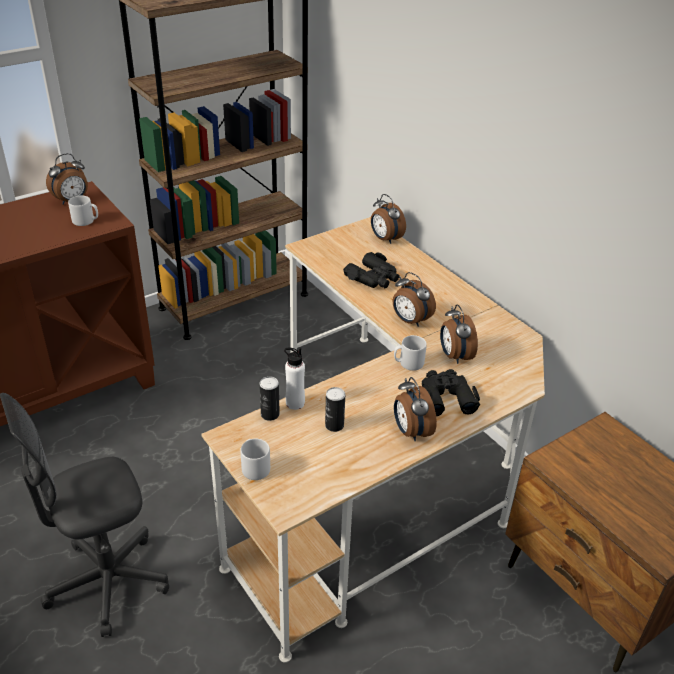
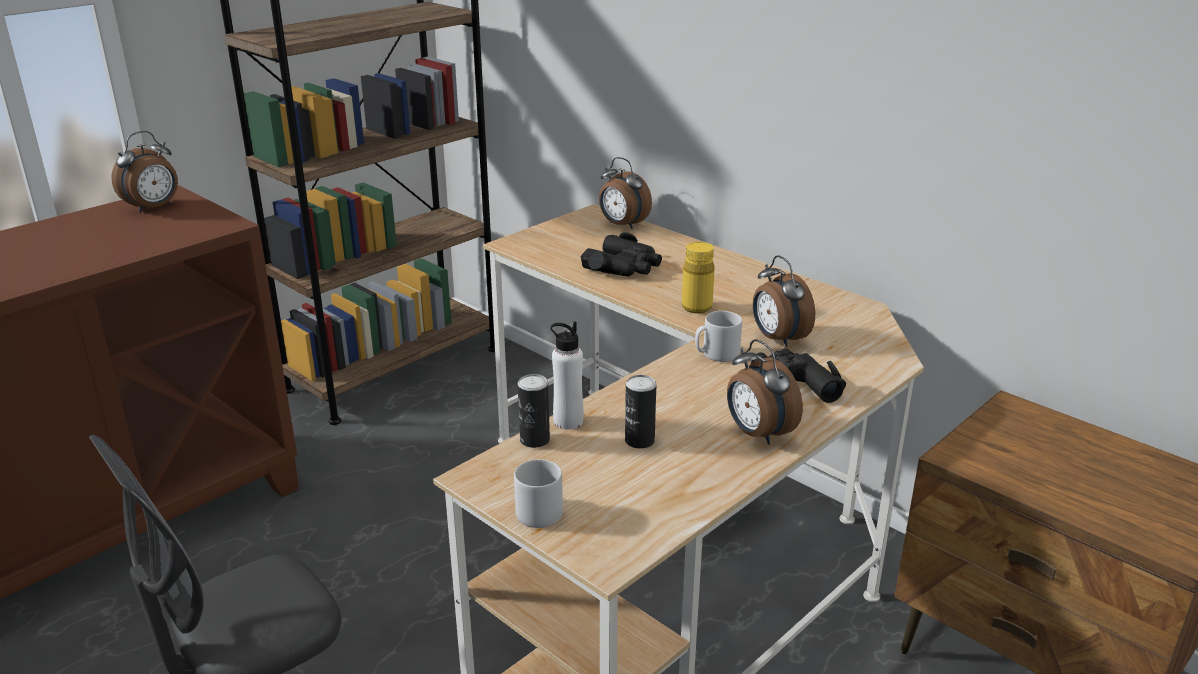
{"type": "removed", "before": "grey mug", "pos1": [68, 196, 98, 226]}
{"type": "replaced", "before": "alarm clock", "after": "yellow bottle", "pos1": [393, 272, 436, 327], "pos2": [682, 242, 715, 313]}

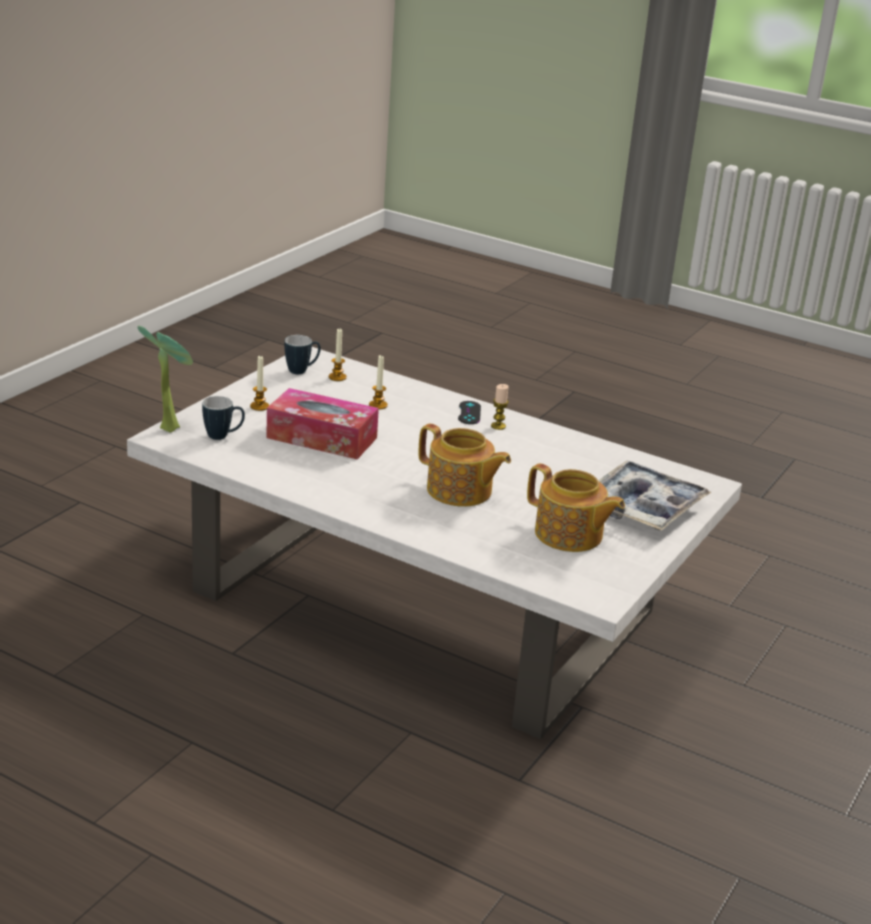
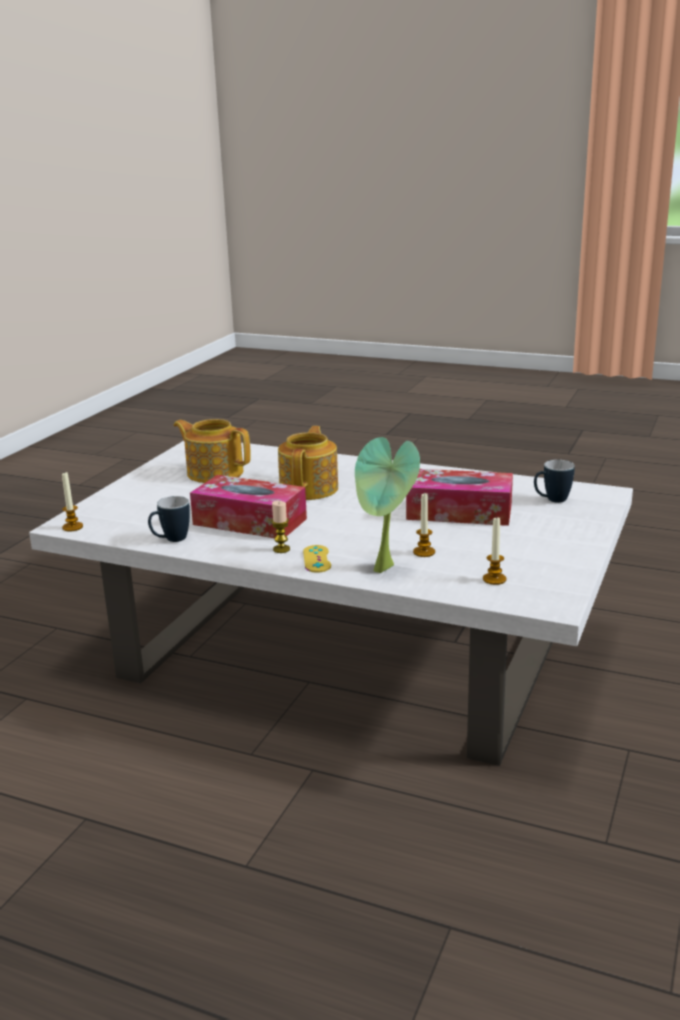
{"type": "moved", "before": "potted plant", "pos1": [137, 326, 193, 432], "pos2": [355, 437, 420, 573]}
{"type": "moved", "before": "mug", "pos1": [284, 335, 321, 374], "pos2": [148, 496, 190, 542]}
{"type": "moved", "before": "candle", "pos1": [250, 355, 269, 411], "pos2": [62, 471, 83, 532]}
{"type": "recoloured", "before": "black game controller", "after": "yellow game controller", "pos1": [458, 401, 481, 424], "pos2": [303, 545, 331, 573]}
{"type": "turned", "before": "teapot", "pos1": [418, 423, 511, 507], "pos2": [278, 426, 338, 500], "turn": 75}
{"type": "removed", "before": "tray", "pos1": [598, 461, 711, 530]}
{"type": "added", "after": "tissue box", "pos2": [190, 475, 307, 538]}

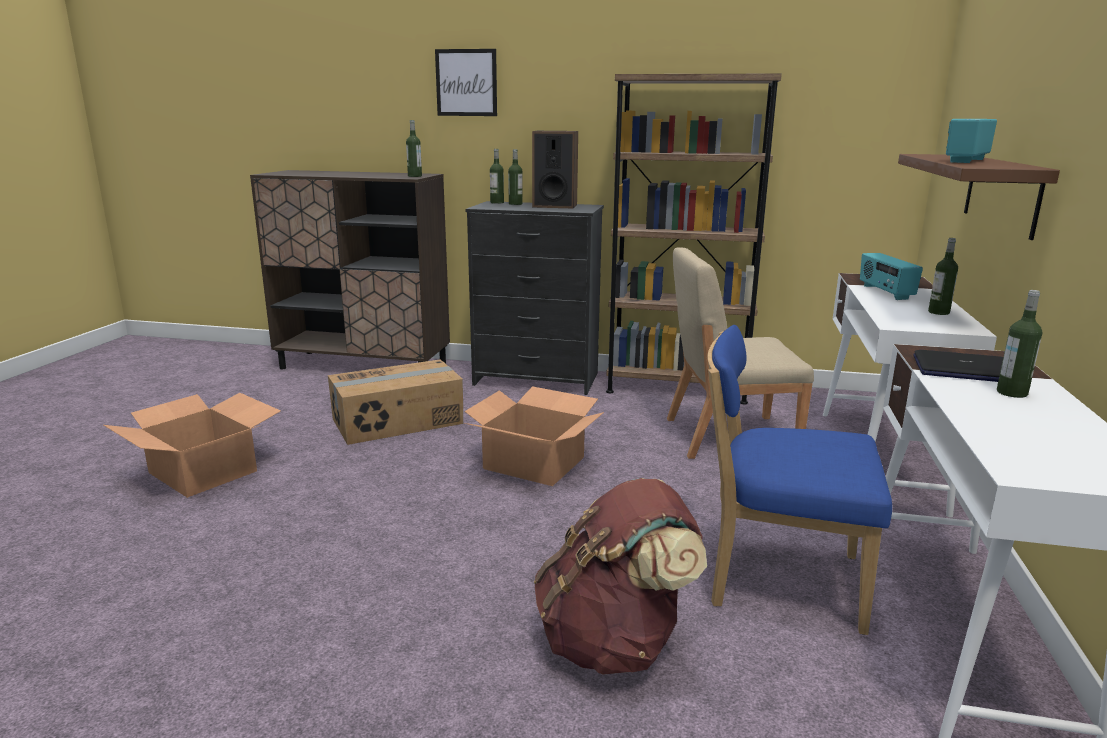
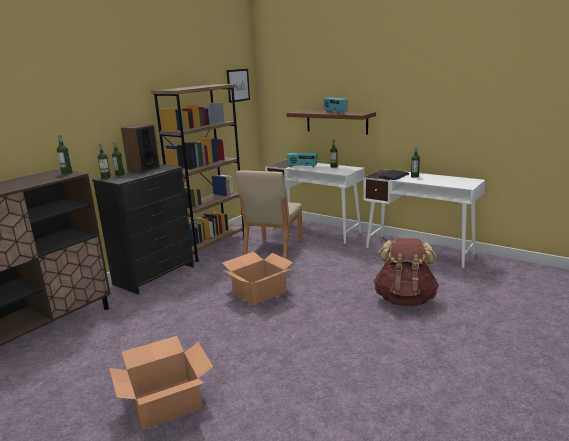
{"type": "moved", "before": "picture", "pos1": [435, 49, 497, 116], "pos2": [227, 69, 250, 103]}
{"type": "removed", "before": "blue chair", "pos1": [708, 325, 892, 635]}
{"type": "removed", "before": "cardboard box", "pos1": [328, 359, 463, 445]}

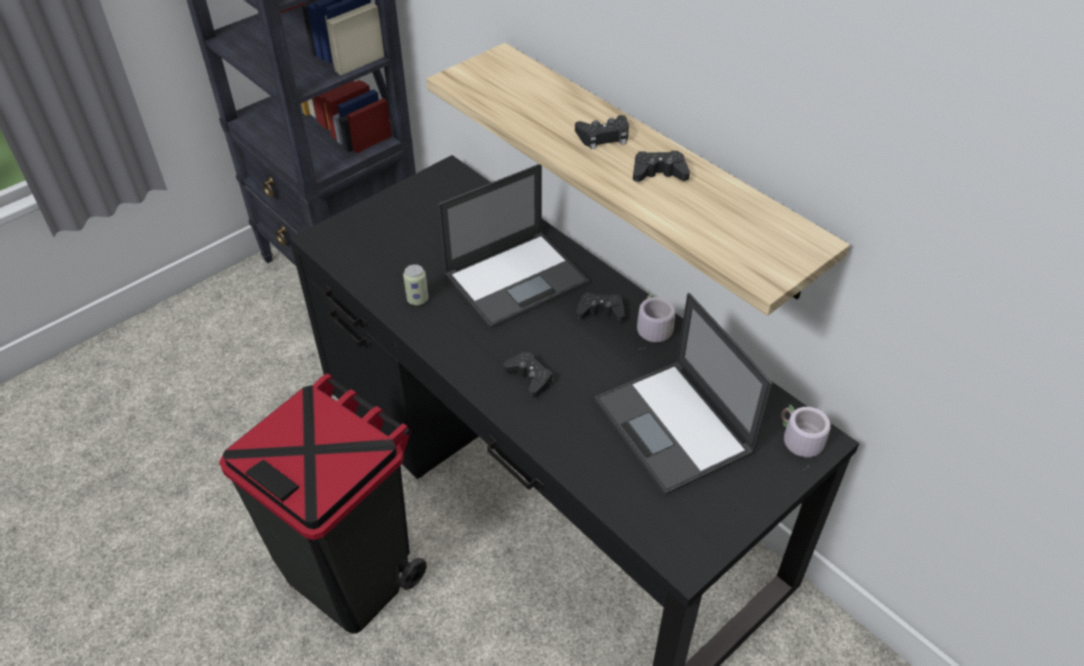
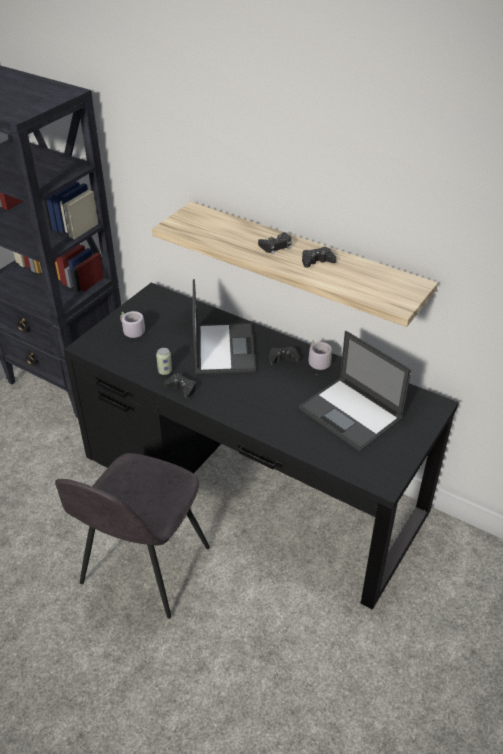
{"type": "turned", "before": "laptop", "pos1": [438, 164, 589, 329], "pos2": [193, 279, 256, 374], "turn": -45}
{"type": "moved", "before": "black game controller", "pos1": [503, 352, 553, 398], "pos2": [164, 373, 196, 398]}
{"type": "replaced", "before": "black trash can", "after": "grey chair", "pos1": [219, 373, 427, 634], "pos2": [55, 453, 210, 619]}
{"type": "moved", "before": "grey mug", "pos1": [781, 404, 831, 471], "pos2": [120, 311, 145, 338]}

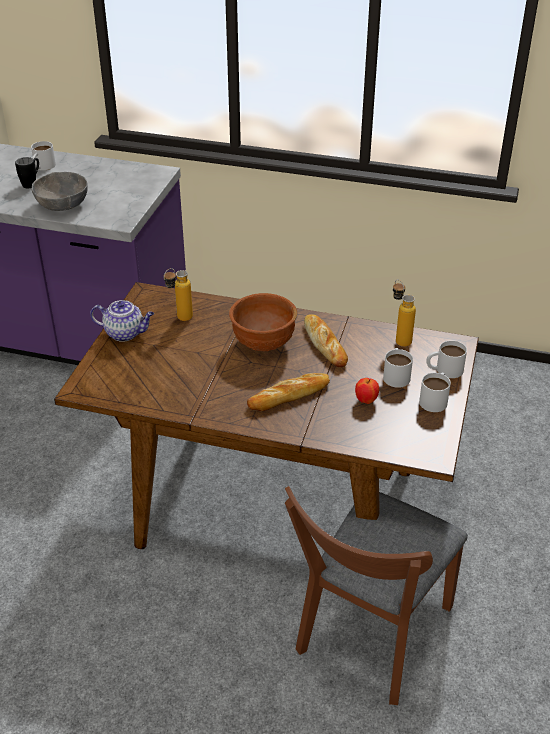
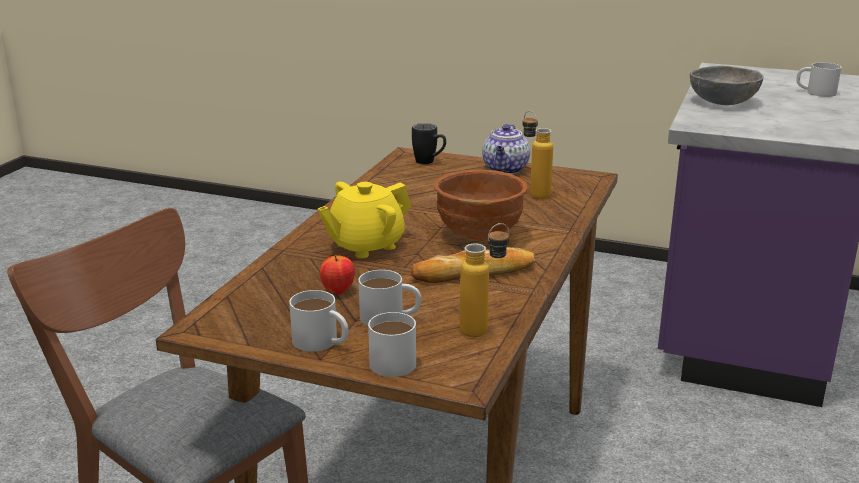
{"type": "moved", "before": "black mug", "pos1": [15, 157, 39, 189], "pos2": [412, 123, 446, 164]}
{"type": "replaced", "before": "bread", "after": "yellow teapot", "pos1": [247, 373, 330, 411], "pos2": [317, 182, 411, 258]}

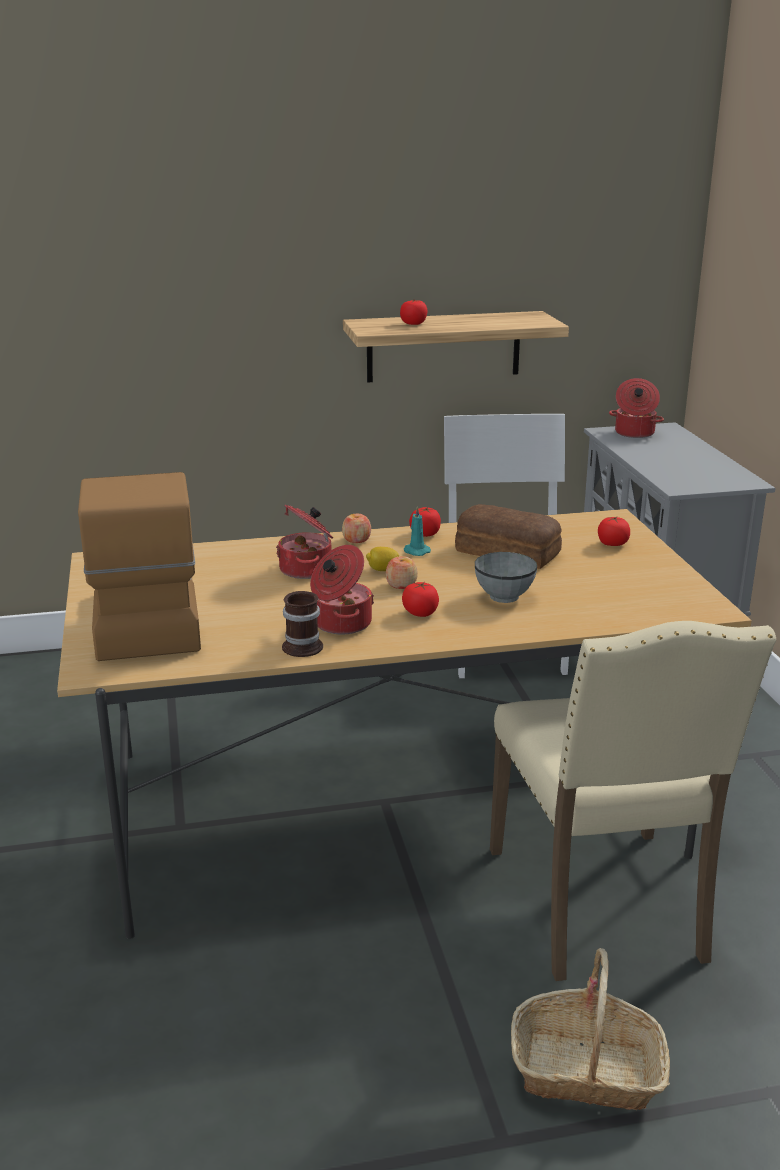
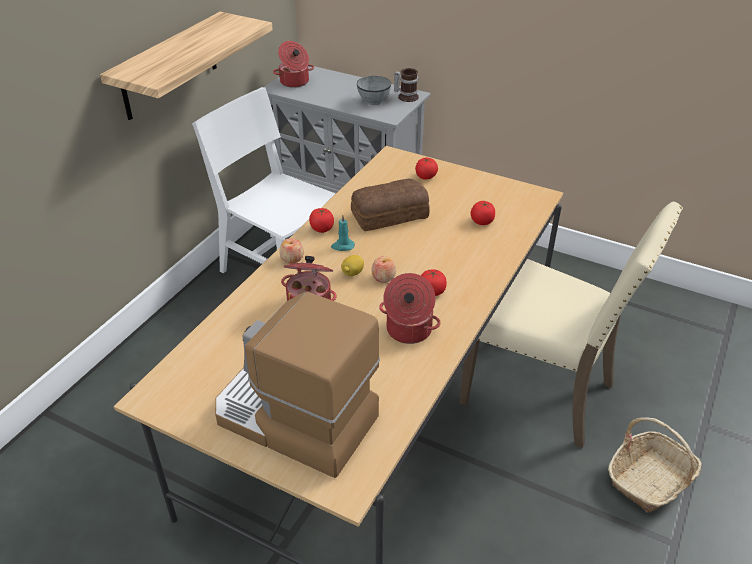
{"type": "moved", "before": "tomato", "pos1": [400, 300, 427, 325], "pos2": [471, 201, 495, 225]}
{"type": "moved", "before": "grey bowl", "pos1": [475, 552, 537, 603], "pos2": [357, 76, 391, 105]}
{"type": "moved", "before": "mug", "pos1": [282, 591, 323, 657], "pos2": [394, 68, 419, 102]}

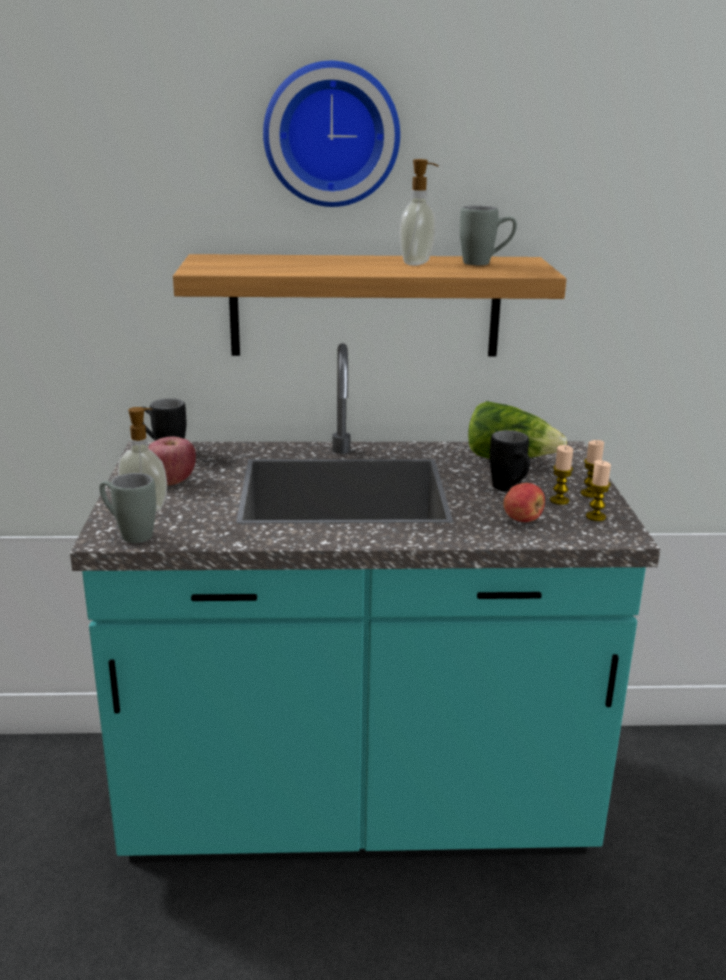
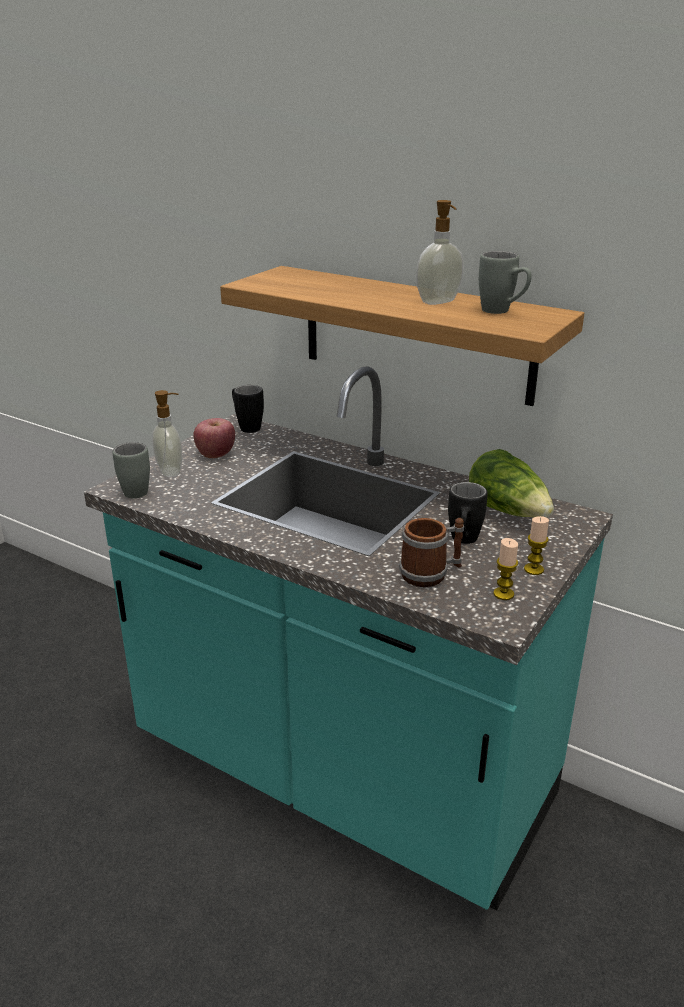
{"type": "removed", "before": "wall clock", "pos1": [263, 61, 400, 207]}
{"type": "removed", "before": "candle", "pos1": [550, 445, 573, 505]}
{"type": "replaced", "before": "apple", "after": "mug", "pos1": [504, 483, 545, 522], "pos2": [399, 518, 464, 587]}

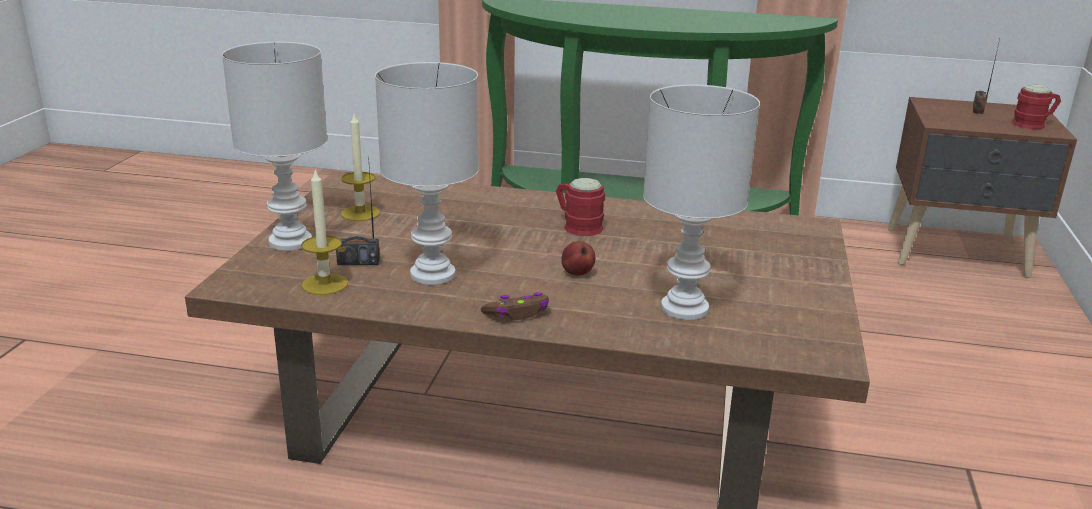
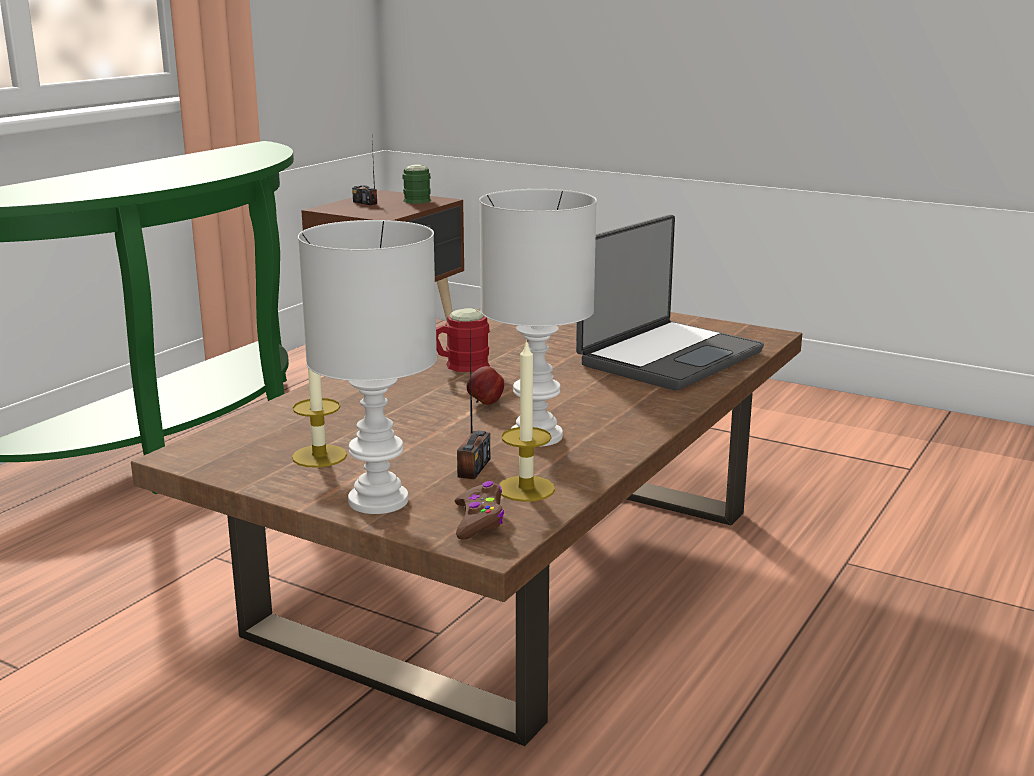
{"type": "replaced", "before": "white table lamp", "after": "laptop", "pos1": [643, 85, 760, 320], "pos2": [576, 214, 764, 391]}
{"type": "recoloured", "before": "red mug", "after": "green mug", "pos1": [1012, 85, 1061, 129], "pos2": [403, 164, 431, 204]}
{"type": "moved", "before": "apple", "pos1": [561, 241, 595, 276], "pos2": [466, 366, 504, 405]}
{"type": "moved", "before": "brown game controller", "pos1": [481, 292, 549, 320], "pos2": [454, 481, 504, 540]}

